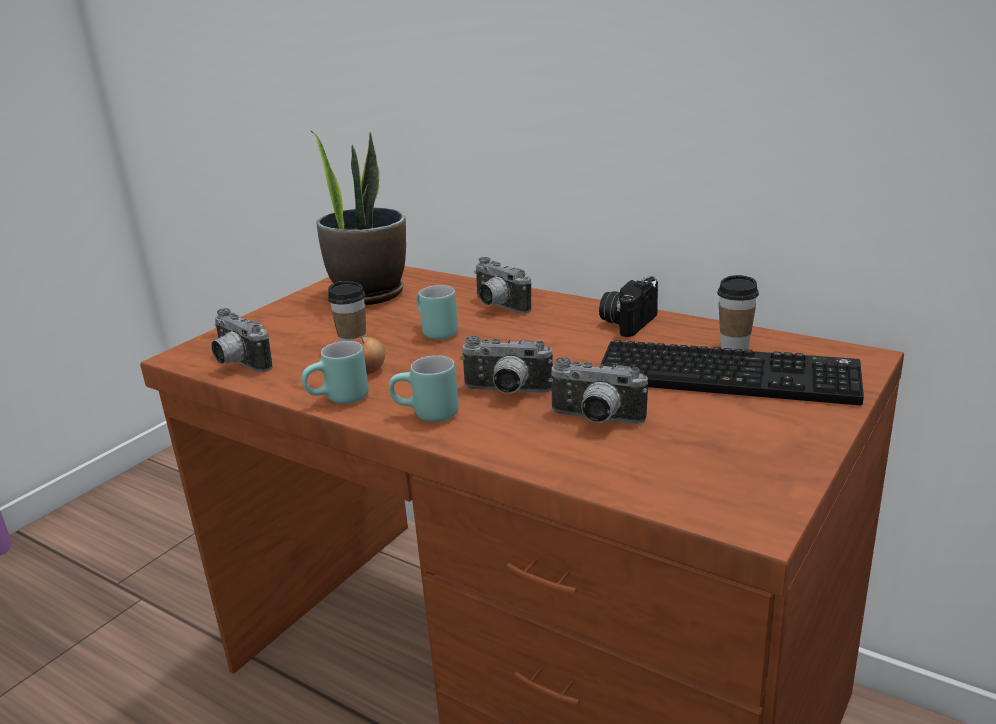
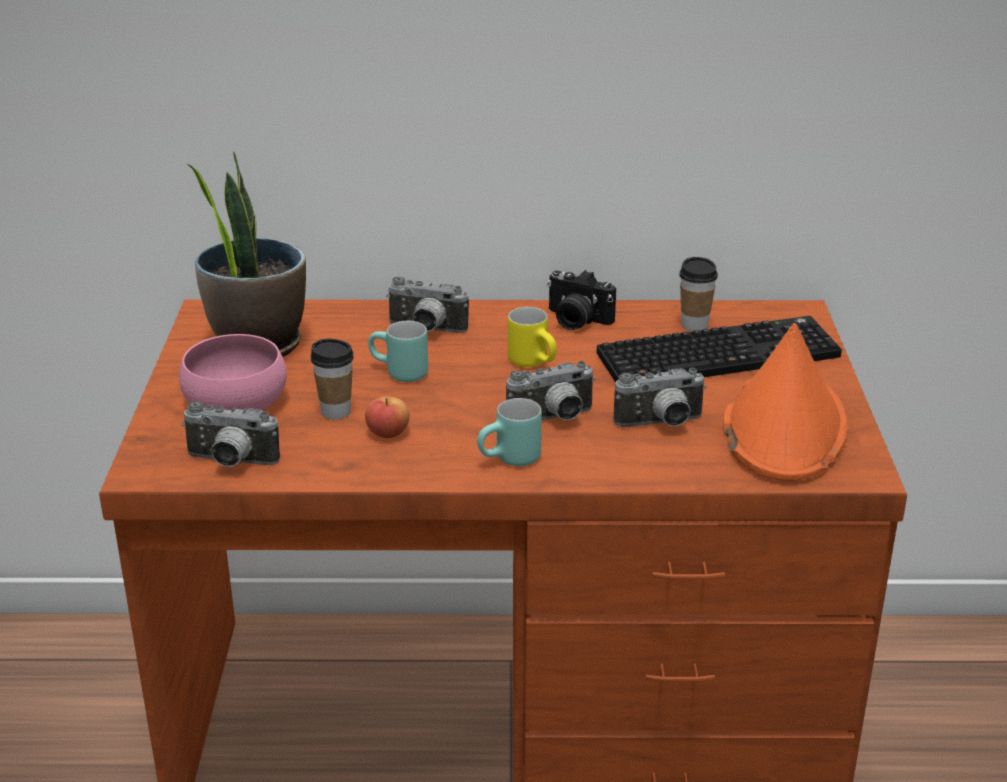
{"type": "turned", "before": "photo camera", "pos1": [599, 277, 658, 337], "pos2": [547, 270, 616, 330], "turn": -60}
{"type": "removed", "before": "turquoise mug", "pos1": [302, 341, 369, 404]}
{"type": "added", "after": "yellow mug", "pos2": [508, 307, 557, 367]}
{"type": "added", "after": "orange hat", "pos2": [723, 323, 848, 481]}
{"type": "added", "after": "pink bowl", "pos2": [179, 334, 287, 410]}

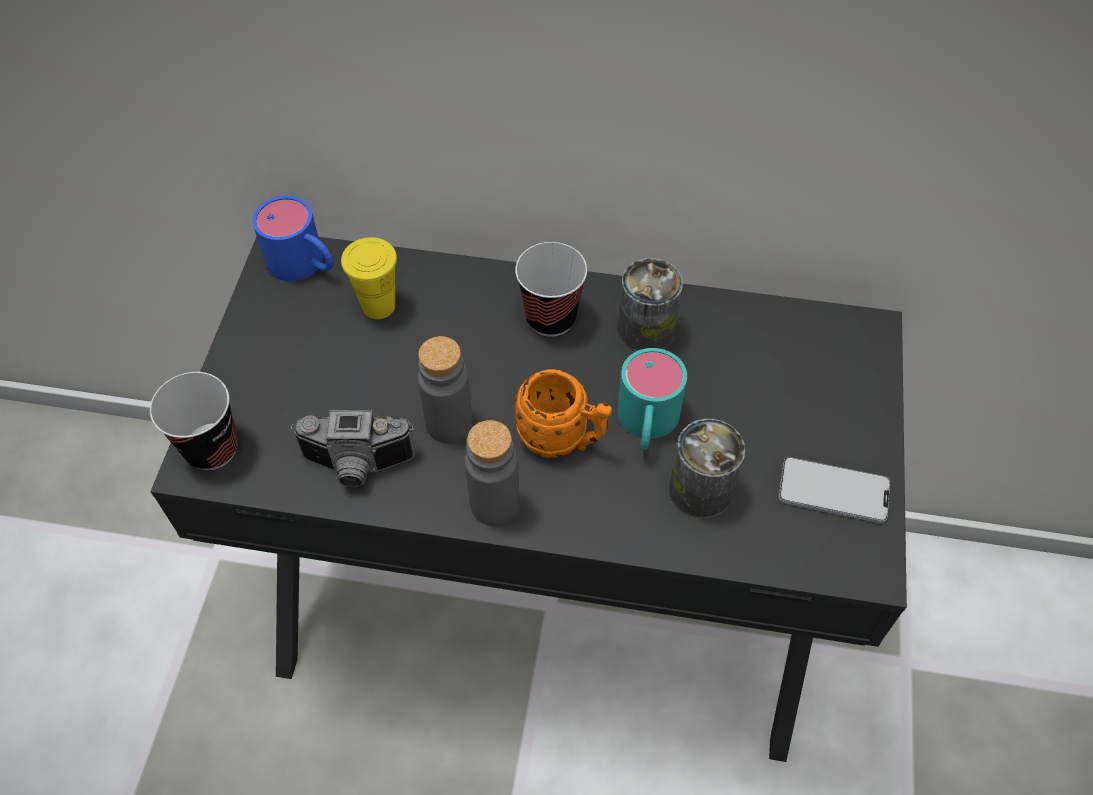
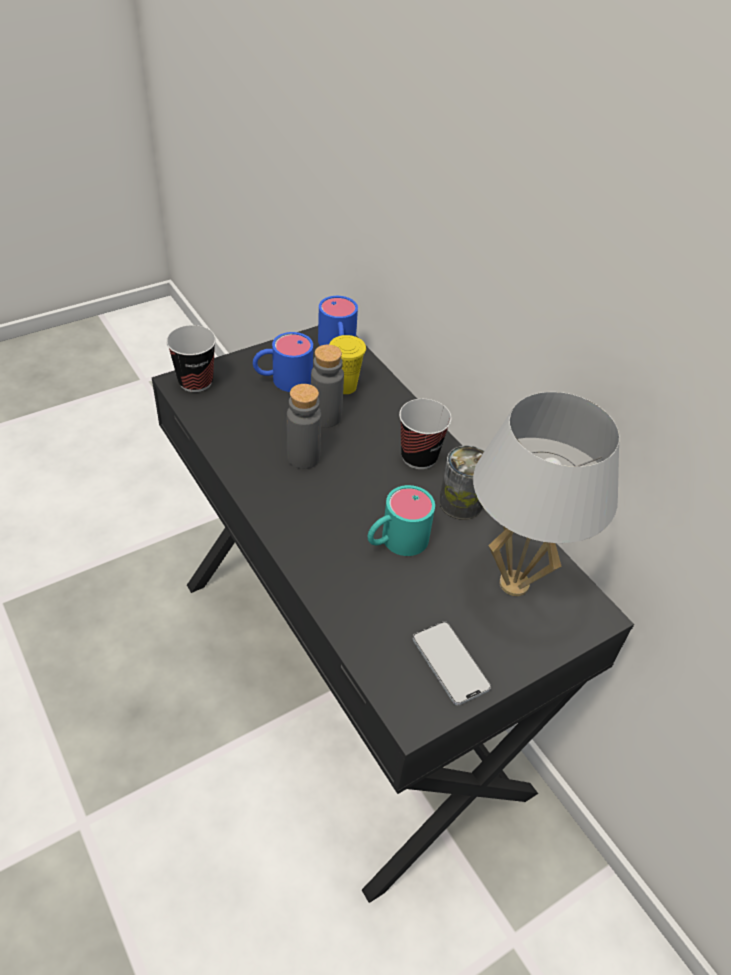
{"type": "removed", "before": "orange mug", "pos1": [514, 369, 612, 458]}
{"type": "removed", "before": "photo camera", "pos1": [290, 410, 417, 487]}
{"type": "removed", "before": "can", "pos1": [669, 419, 745, 519]}
{"type": "moved", "before": "grey bottle", "pos1": [465, 420, 520, 526], "pos2": [311, 345, 344, 428]}
{"type": "added", "after": "blue mug", "pos2": [253, 332, 313, 392]}
{"type": "added", "after": "white table lamp", "pos2": [473, 392, 619, 596]}

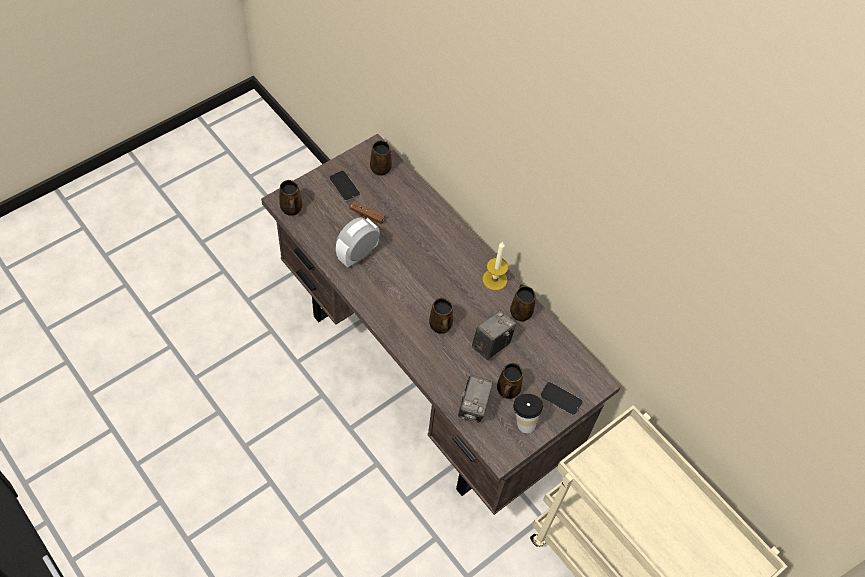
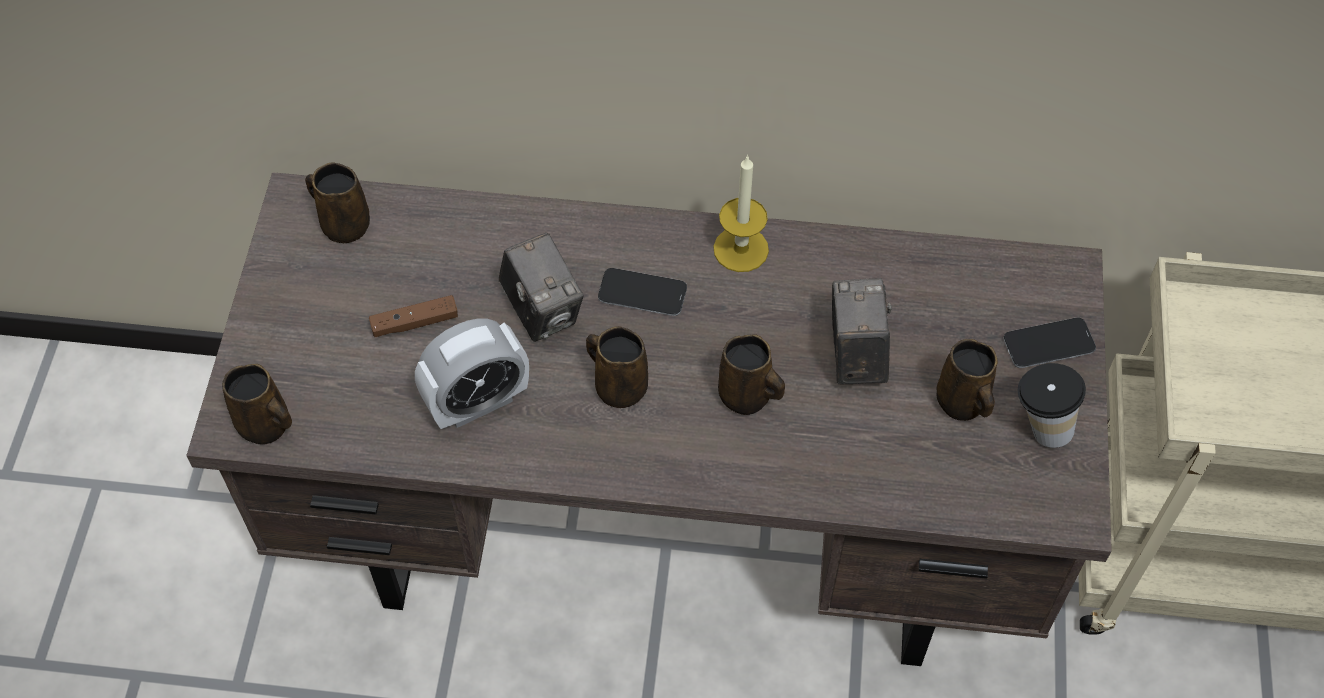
{"type": "moved", "before": "phone", "pos1": [329, 171, 360, 201], "pos2": [598, 268, 687, 316]}
{"type": "turned", "before": "alarm clock", "pos1": [336, 217, 380, 268], "pos2": [415, 318, 529, 429], "turn": -120}
{"type": "moved", "before": "brown mug", "pos1": [510, 284, 536, 321], "pos2": [586, 326, 648, 408]}
{"type": "moved", "before": "photo camera", "pos1": [458, 375, 493, 423], "pos2": [499, 233, 583, 342]}

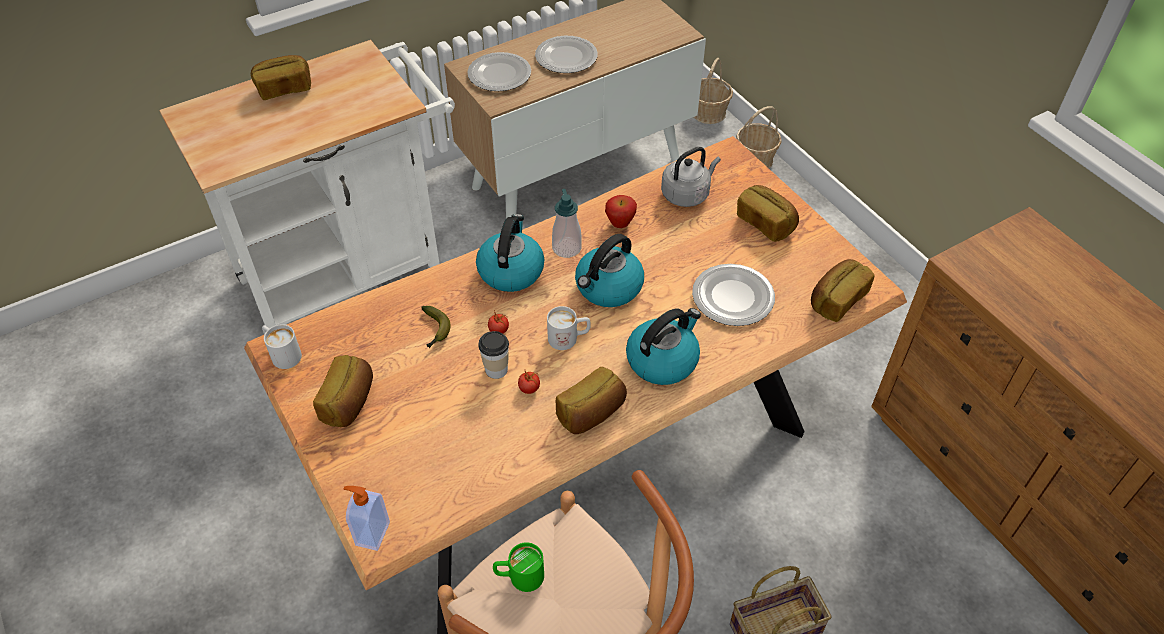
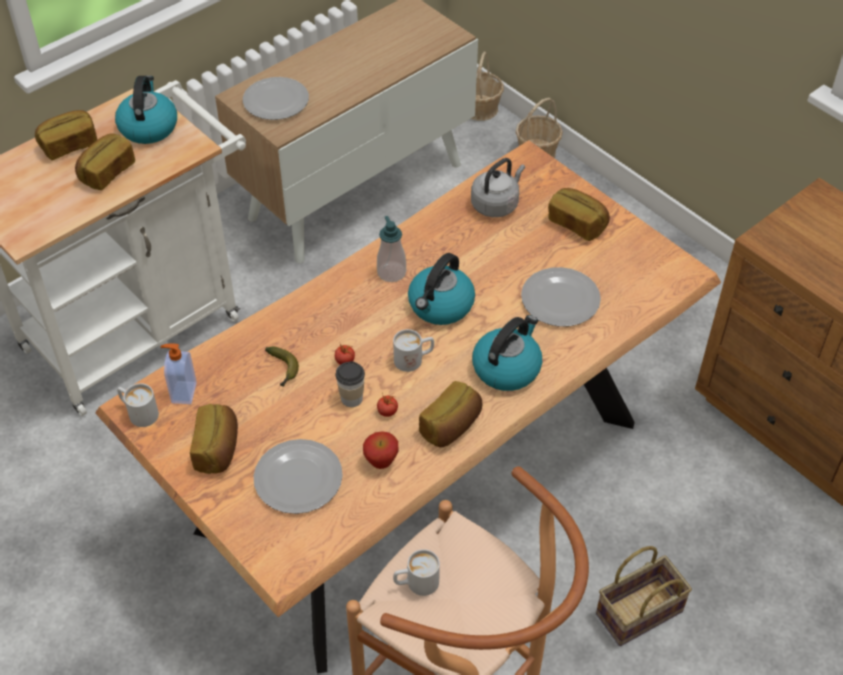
{"type": "moved", "before": "plate", "pos1": [535, 36, 598, 73], "pos2": [253, 439, 343, 514]}
{"type": "moved", "before": "apple", "pos1": [605, 195, 637, 228], "pos2": [363, 431, 398, 469]}
{"type": "moved", "before": "kettle", "pos1": [476, 214, 544, 292], "pos2": [115, 76, 177, 144]}
{"type": "moved", "before": "bread", "pos1": [811, 259, 875, 322], "pos2": [75, 133, 135, 190]}
{"type": "moved", "before": "soap dispenser", "pos1": [344, 486, 390, 551], "pos2": [160, 343, 197, 404]}
{"type": "recoloured", "before": "green mug", "after": "white mug", "pos1": [493, 542, 544, 592], "pos2": [393, 549, 440, 596]}

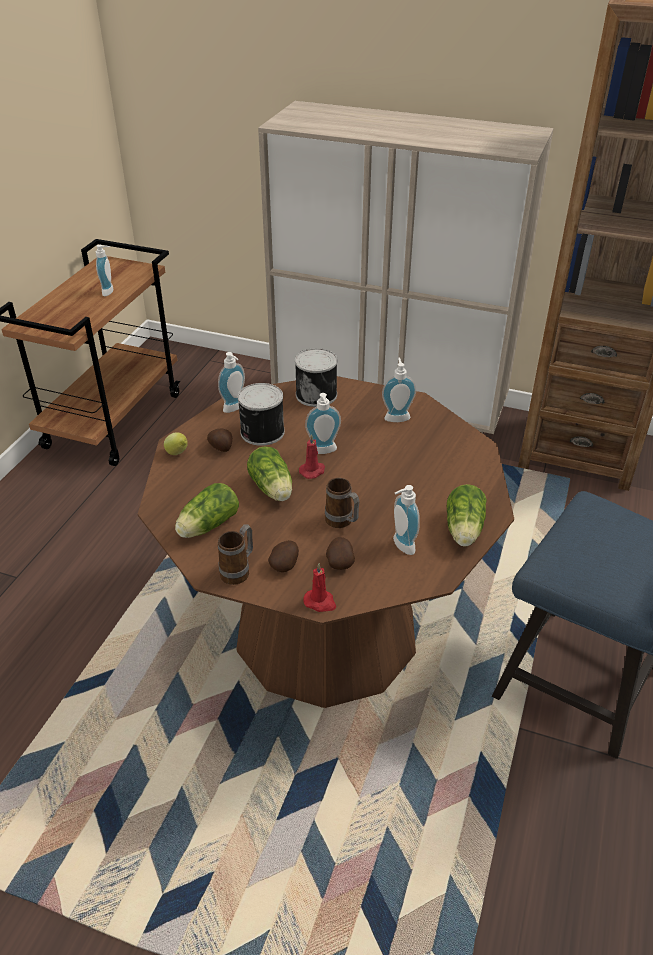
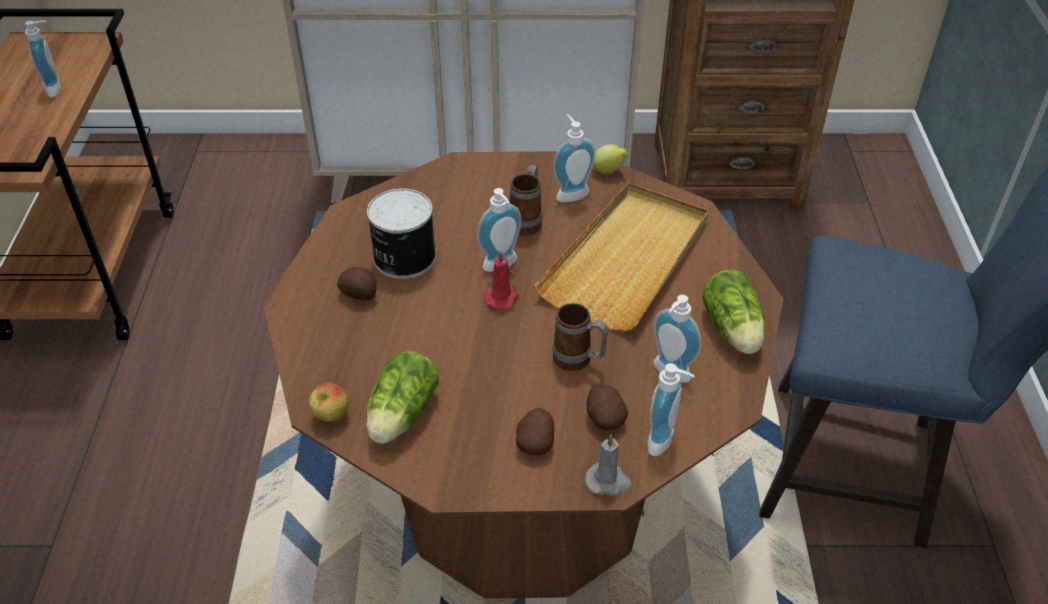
{"type": "removed", "before": "can", "pos1": [295, 348, 338, 407]}
{"type": "moved", "before": "soap dispenser", "pos1": [218, 352, 245, 413], "pos2": [647, 363, 695, 456]}
{"type": "moved", "before": "lemon", "pos1": [164, 432, 188, 455], "pos2": [593, 144, 628, 174]}
{"type": "removed", "before": "lettuce", "pos1": [247, 446, 292, 501]}
{"type": "moved", "before": "mug", "pos1": [218, 524, 253, 585], "pos2": [510, 165, 542, 236]}
{"type": "recoloured", "before": "red candle", "after": "grey candle", "pos1": [303, 563, 336, 612], "pos2": [585, 434, 633, 496]}
{"type": "added", "after": "beige tray", "pos2": [534, 183, 709, 332]}
{"type": "added", "after": "apple", "pos2": [309, 383, 348, 422]}

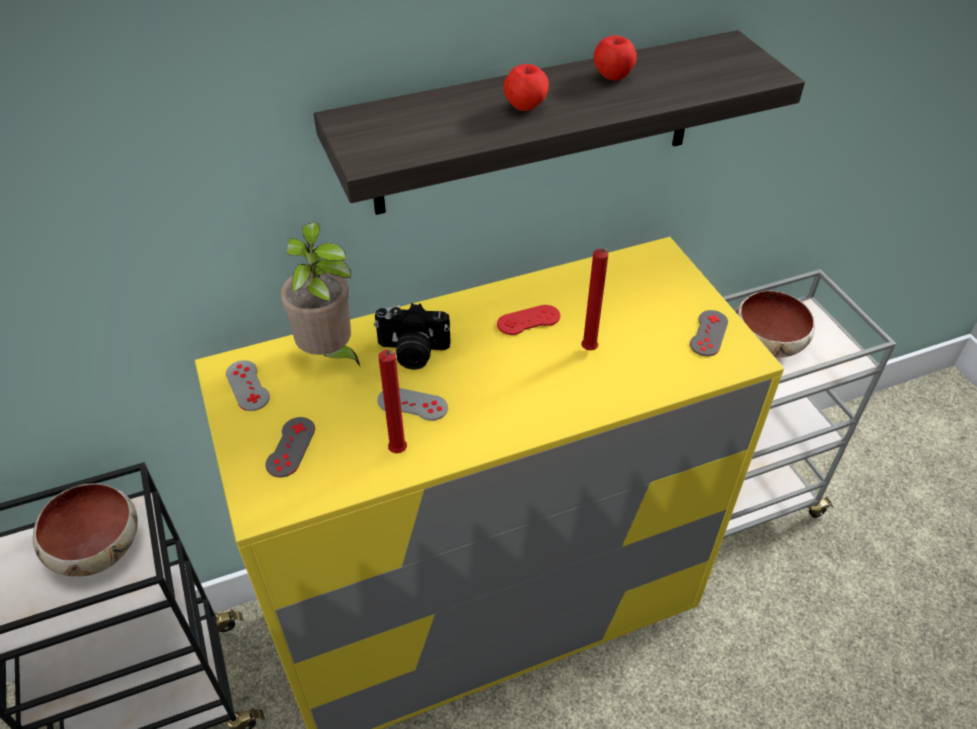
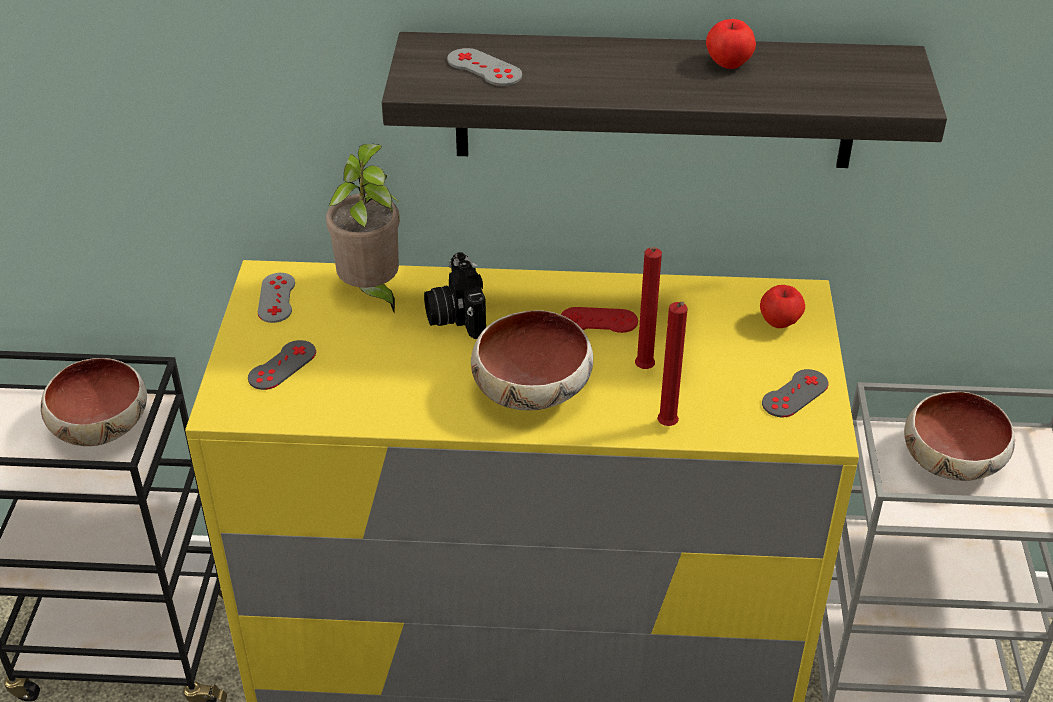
{"type": "moved", "before": "apple", "pos1": [504, 64, 549, 111], "pos2": [760, 285, 805, 328]}
{"type": "turned", "before": "photo camera", "pos1": [374, 303, 451, 370], "pos2": [424, 252, 486, 339], "turn": 45}
{"type": "moved", "before": "red candle", "pos1": [378, 350, 407, 453], "pos2": [657, 302, 688, 426]}
{"type": "moved", "before": "grey game controller", "pos1": [377, 388, 448, 421], "pos2": [447, 48, 522, 86]}
{"type": "added", "after": "bowl", "pos2": [471, 310, 593, 410]}

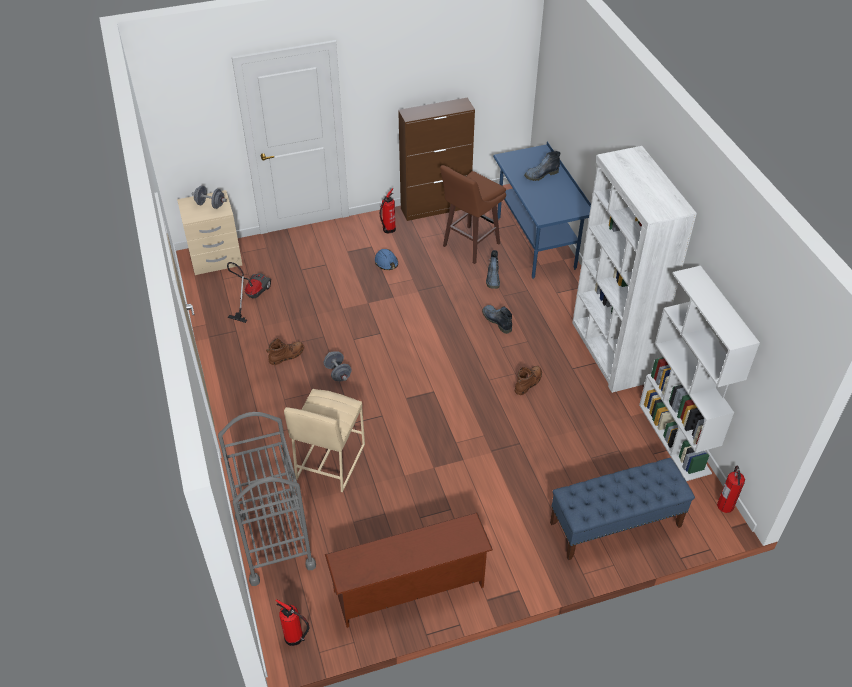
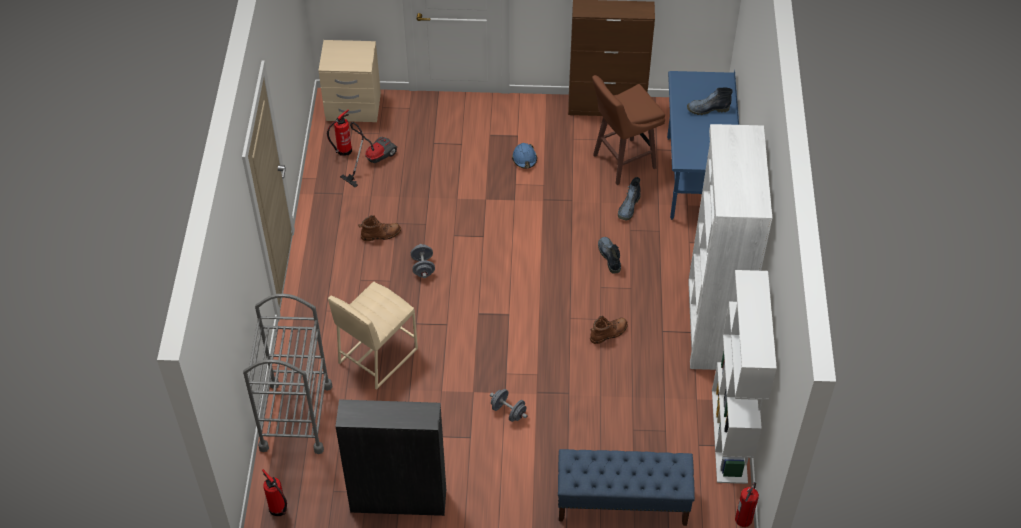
{"type": "moved", "before": "grey dumbbell", "pos1": [192, 185, 227, 209], "pos2": [490, 389, 528, 422]}
{"type": "moved", "before": "fire extinguisher", "pos1": [380, 188, 396, 234], "pos2": [327, 110, 352, 156]}
{"type": "replaced", "before": "brown shoe rack", "after": "black cabinet", "pos1": [325, 512, 493, 628], "pos2": [335, 399, 446, 516]}

